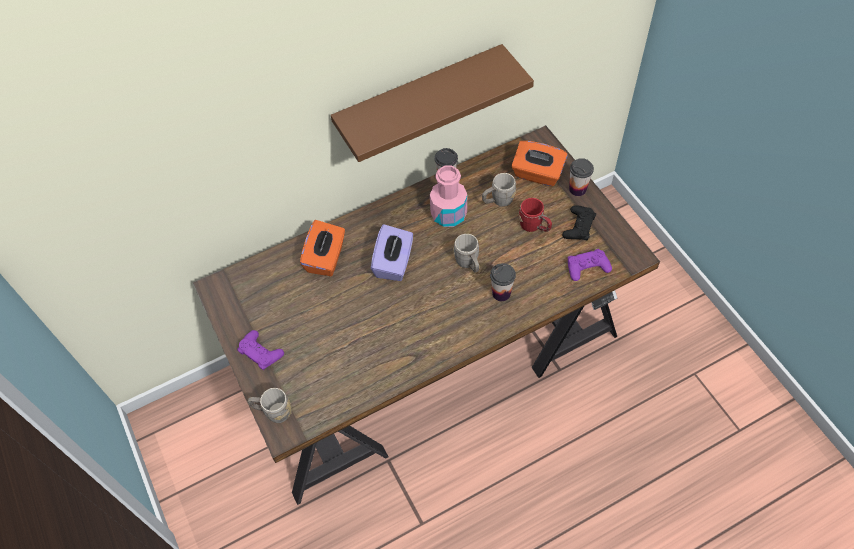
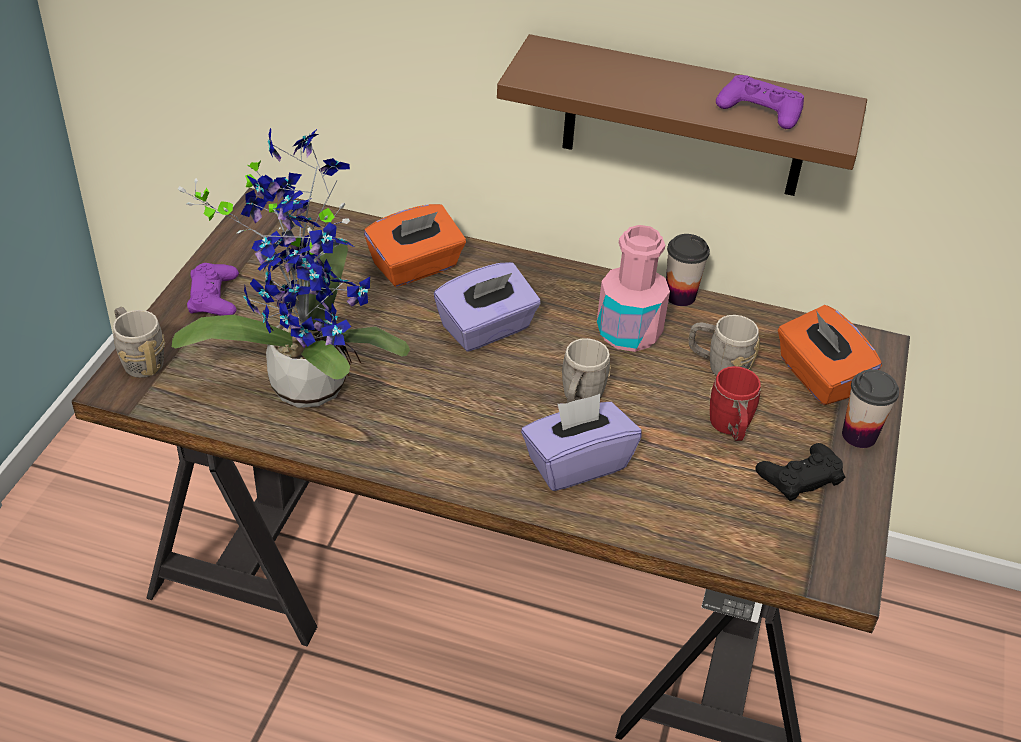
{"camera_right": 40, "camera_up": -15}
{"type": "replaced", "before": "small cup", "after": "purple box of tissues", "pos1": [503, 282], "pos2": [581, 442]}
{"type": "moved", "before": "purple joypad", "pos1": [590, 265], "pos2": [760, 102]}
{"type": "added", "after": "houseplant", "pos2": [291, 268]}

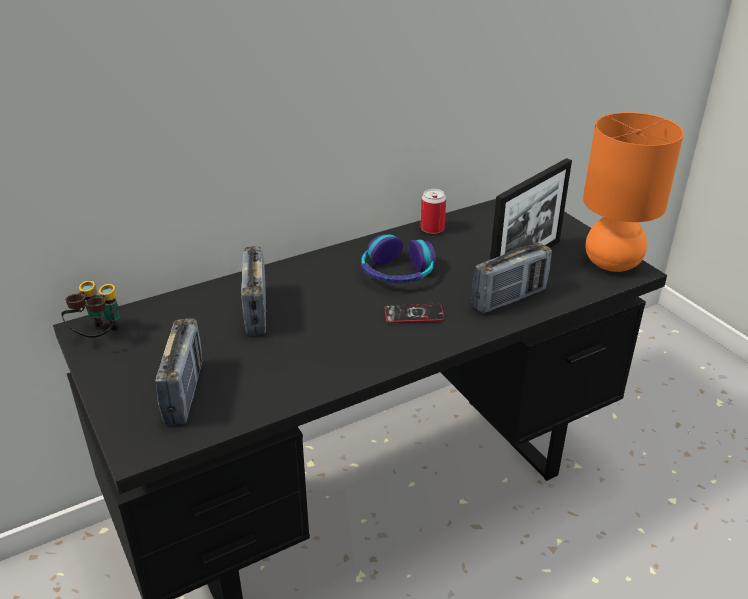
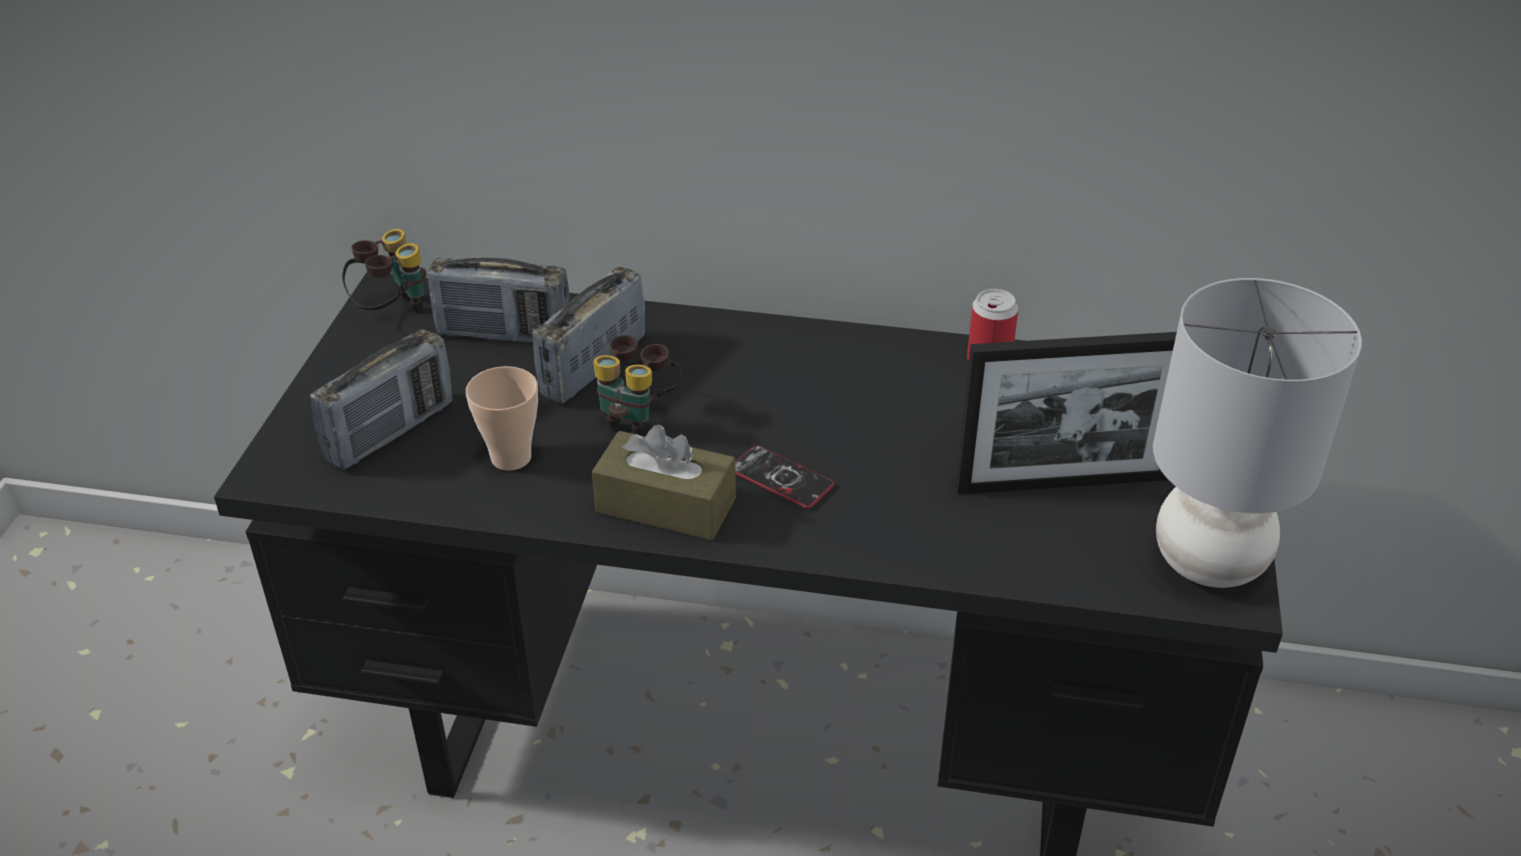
{"camera_right": 40, "camera_up": 5}
{"type": "removed", "before": "headset", "pos1": [398, 258]}
{"type": "moved", "before": "radio", "pos1": [512, 278], "pos2": [498, 300]}
{"type": "recoloured", "before": "orangey lamp for a table", "after": "greyish lamp for a table", "pos1": [633, 192], "pos2": [1257, 433]}
{"type": "added", "after": "small cup", "pos2": [502, 418]}
{"type": "added", "after": "brownish box of tissues", "pos2": [664, 482]}
{"type": "added", "after": "pair of binoculars", "pos2": [637, 385]}

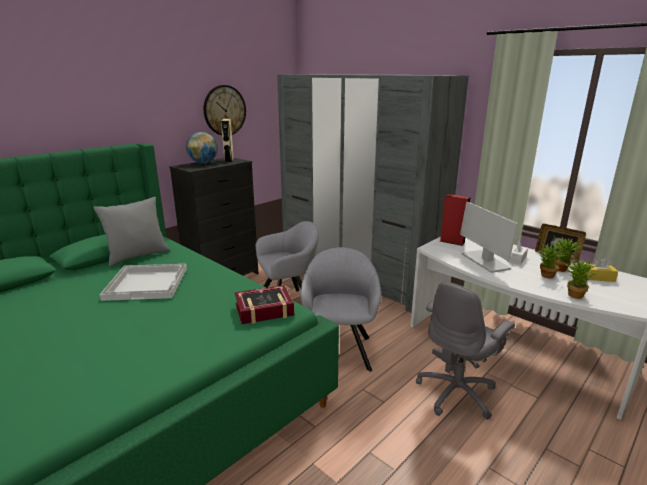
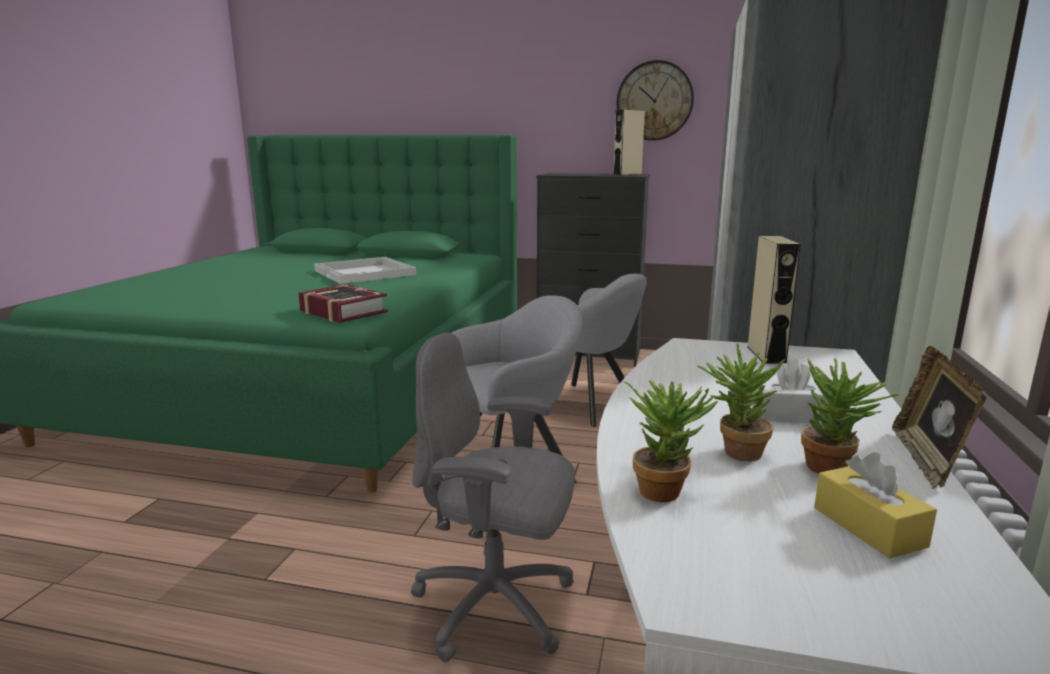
{"camera_right": 60, "camera_up": -5}
{"type": "removed", "before": "greyish cushion", "pos1": [132, 231]}
{"type": "removed", "before": "desk globe", "pos1": [202, 147]}
{"type": "recoloured", "before": "reddish speaker", "after": "beige speaker", "pos1": [455, 220], "pos2": [774, 300]}
{"type": "removed", "before": "computer screen", "pos1": [489, 237]}

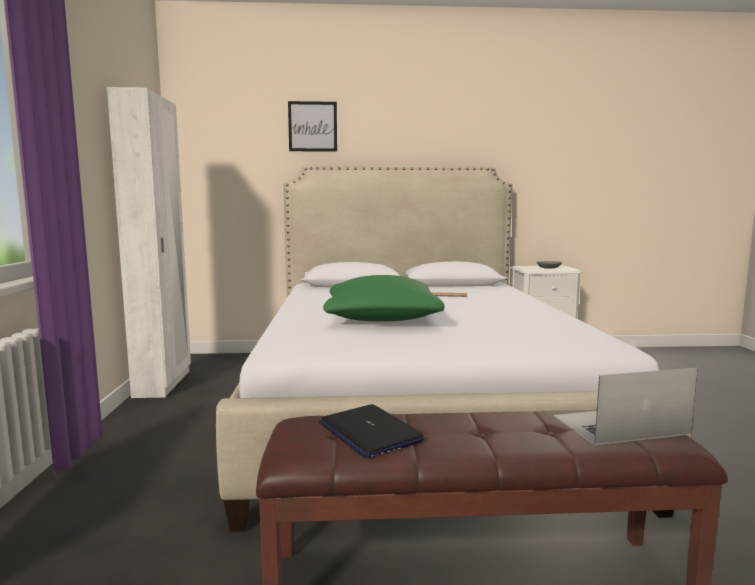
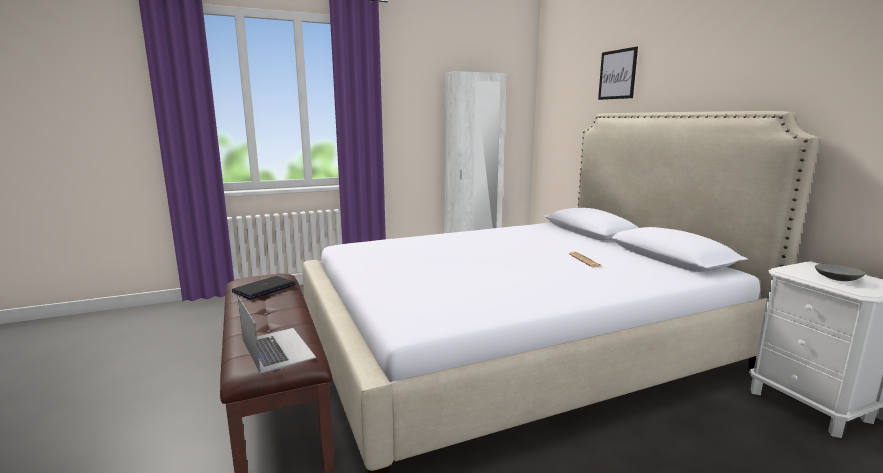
{"camera_right": 70, "camera_up": 5}
{"type": "removed", "before": "greenish cushion", "pos1": [384, 298]}

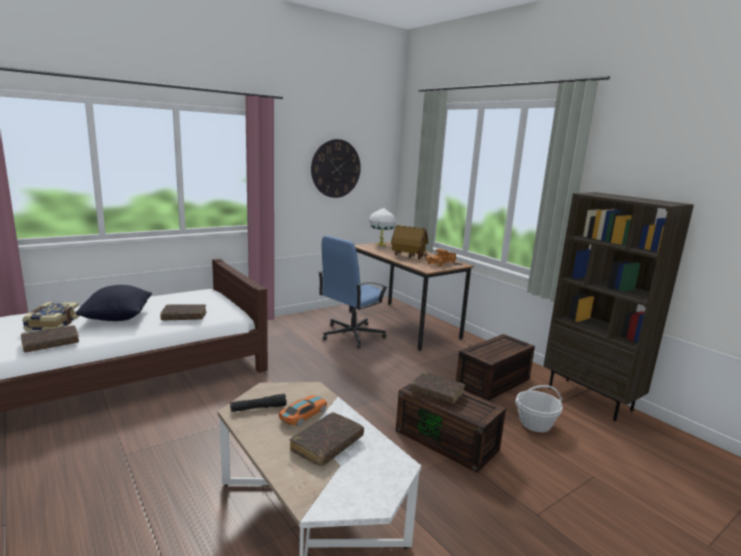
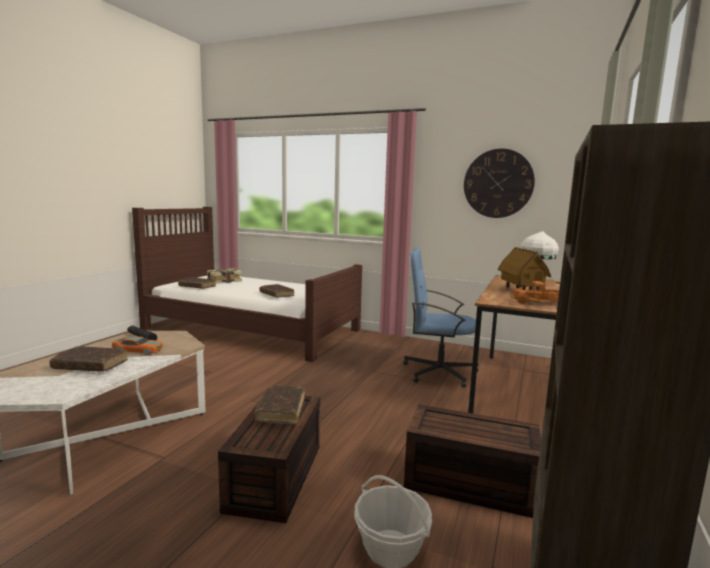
{"camera_right": 60, "camera_up": -5}
{"type": "removed", "before": "black cushion", "pos1": [113, 303]}

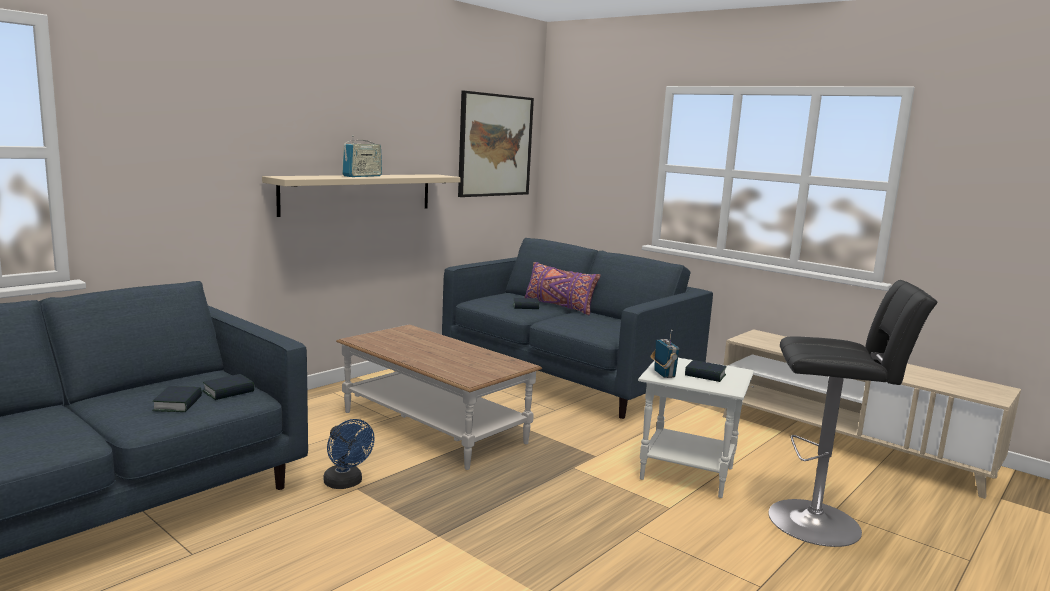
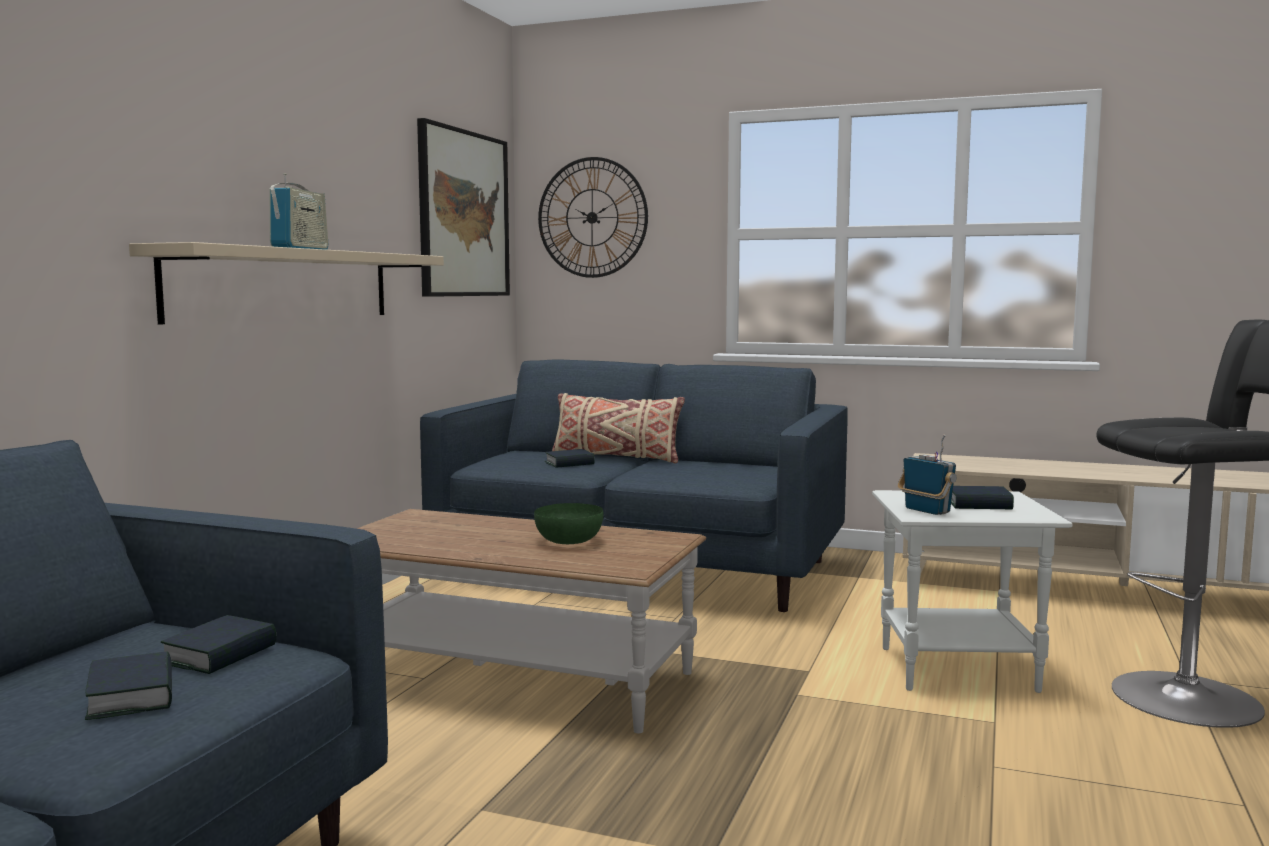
{"camera_right": -20, "camera_up": -5}
{"type": "removed", "before": "blue-coloured cooling fan", "pos1": [349, 454]}
{"type": "recoloured", "before": "purple cushion", "after": "beige cushion", "pos1": [563, 288], "pos2": [618, 428]}
{"type": "added", "after": "greenish serving bowl", "pos2": [569, 523]}
{"type": "added", "after": "hanging clock", "pos2": [593, 217]}

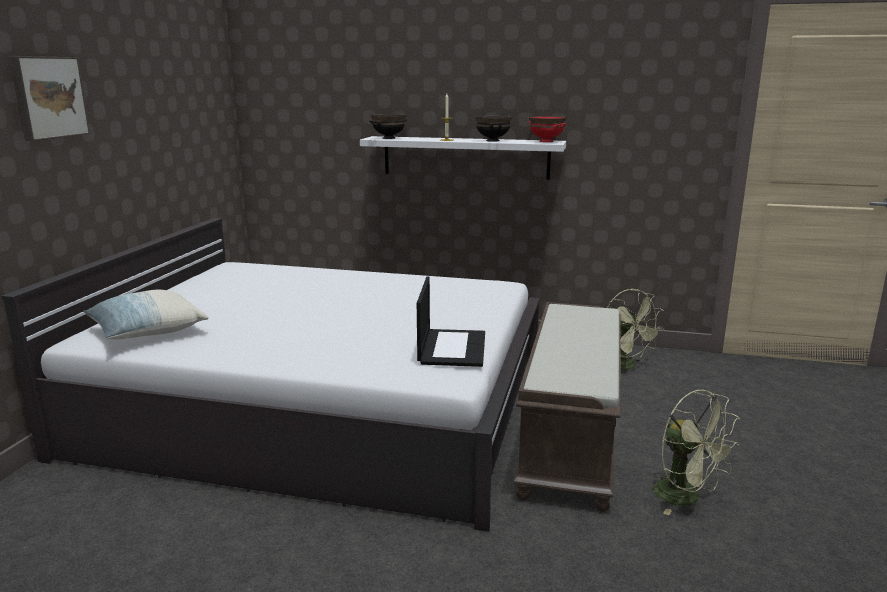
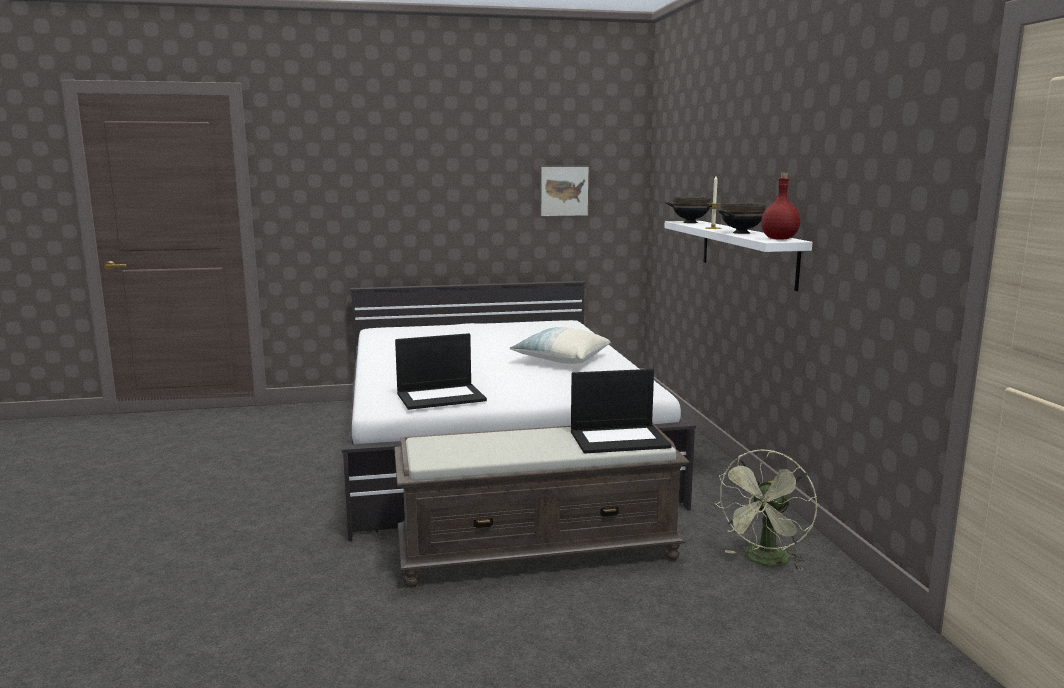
{"camera_right": 65, "camera_up": -5}
{"type": "moved", "before": "wall art", "pos1": [49, 98], "pos2": [564, 191]}
{"type": "moved", "before": "cushion", "pos1": [146, 315], "pos2": [560, 345]}
{"type": "replaced", "before": "reddish serving bowl", "after": "reddish bottle", "pos1": [547, 129], "pos2": [780, 206]}
{"type": "removed", "before": "greenish cooling fan", "pos1": [696, 452]}
{"type": "added", "after": "laptop", "pos2": [621, 411]}

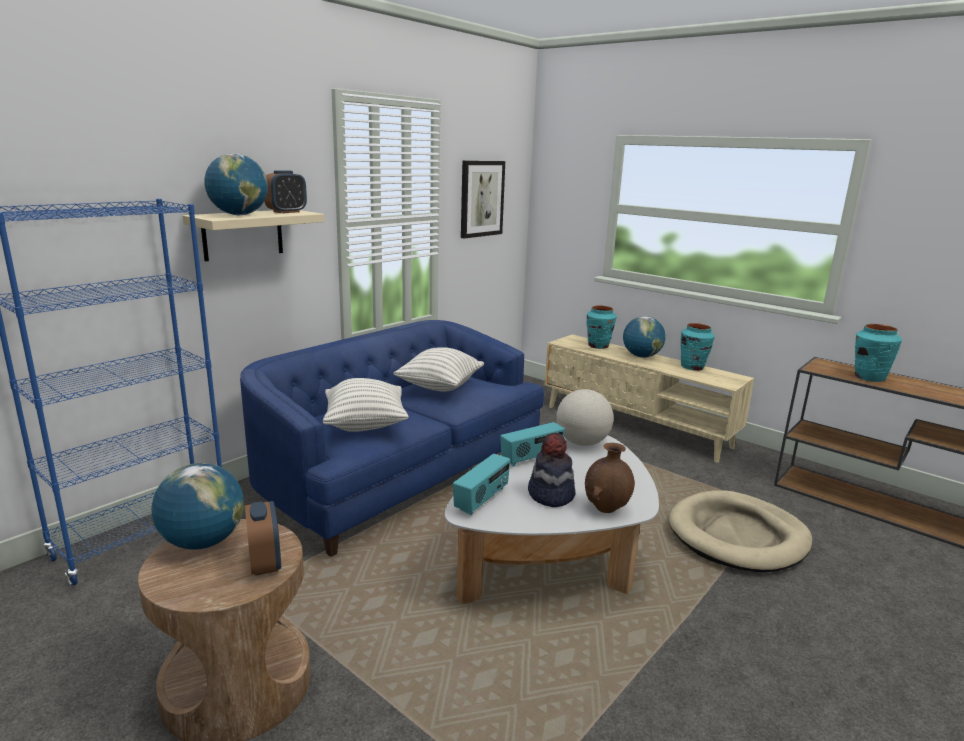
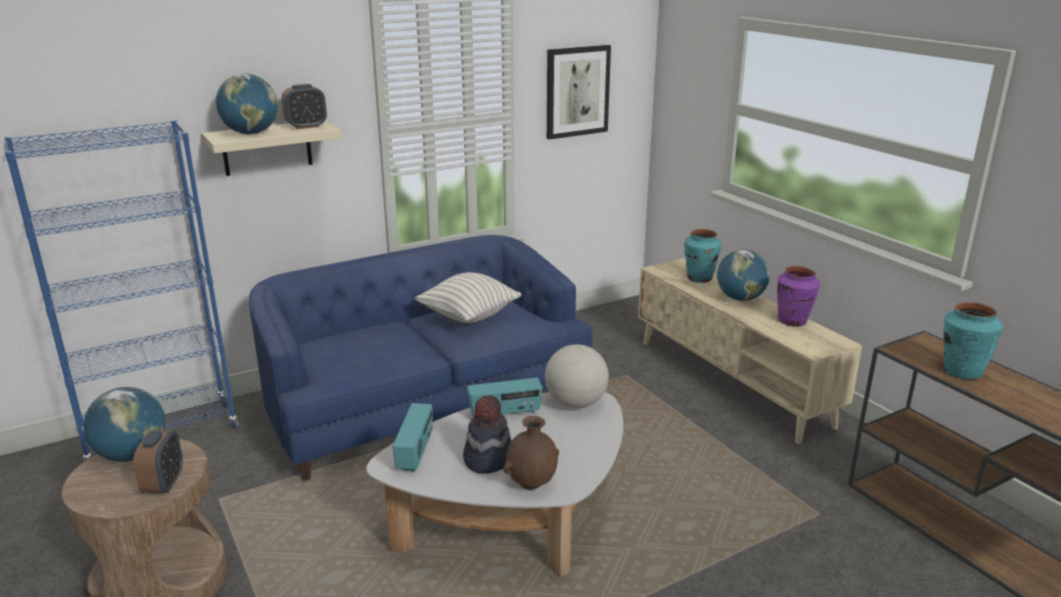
{"camera_right": 20, "camera_up": 5}
{"type": "removed", "before": "cushion", "pos1": [365, 405]}
{"type": "turned", "before": "radio", "pos1": [481, 484], "pos2": [413, 437], "turn": -45}
{"type": "removed", "before": "beige dog cushion", "pos1": [741, 531]}
{"type": "recoloured", "before": "turquoise-coloured flower vase", "after": "purple flower vase", "pos1": [698, 347], "pos2": [798, 296]}

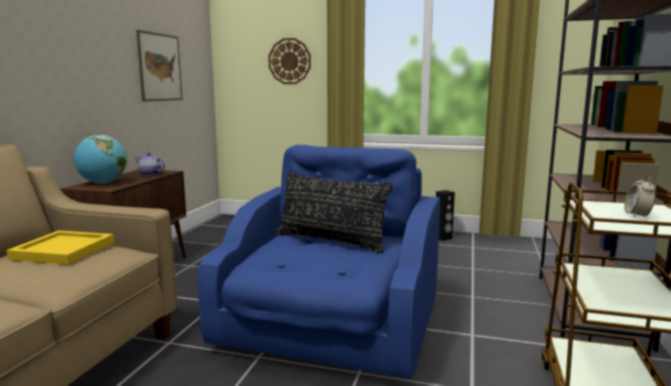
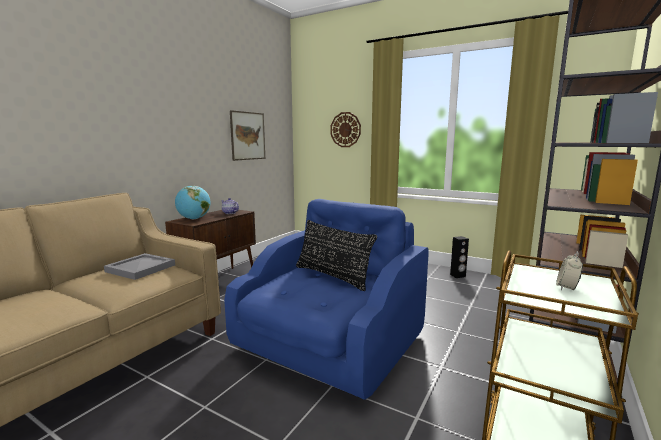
{"camera_right": 15, "camera_up": 0}
{"type": "recoloured", "before": "yellow-coloured tray", "after": "greyish tray", "pos1": [60, 248], "pos2": [139, 266]}

